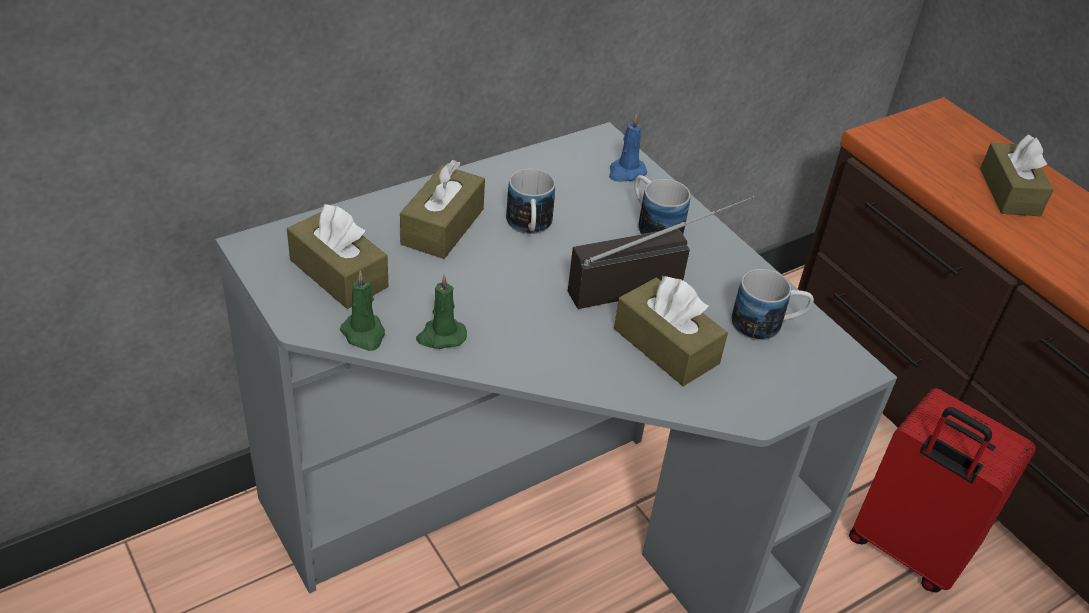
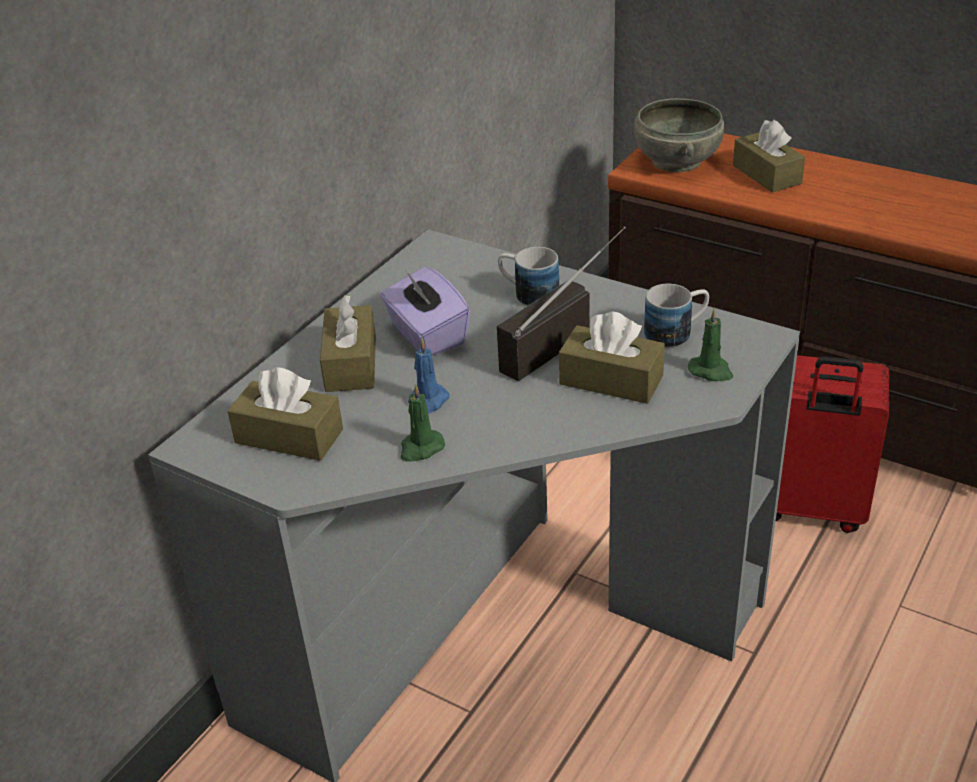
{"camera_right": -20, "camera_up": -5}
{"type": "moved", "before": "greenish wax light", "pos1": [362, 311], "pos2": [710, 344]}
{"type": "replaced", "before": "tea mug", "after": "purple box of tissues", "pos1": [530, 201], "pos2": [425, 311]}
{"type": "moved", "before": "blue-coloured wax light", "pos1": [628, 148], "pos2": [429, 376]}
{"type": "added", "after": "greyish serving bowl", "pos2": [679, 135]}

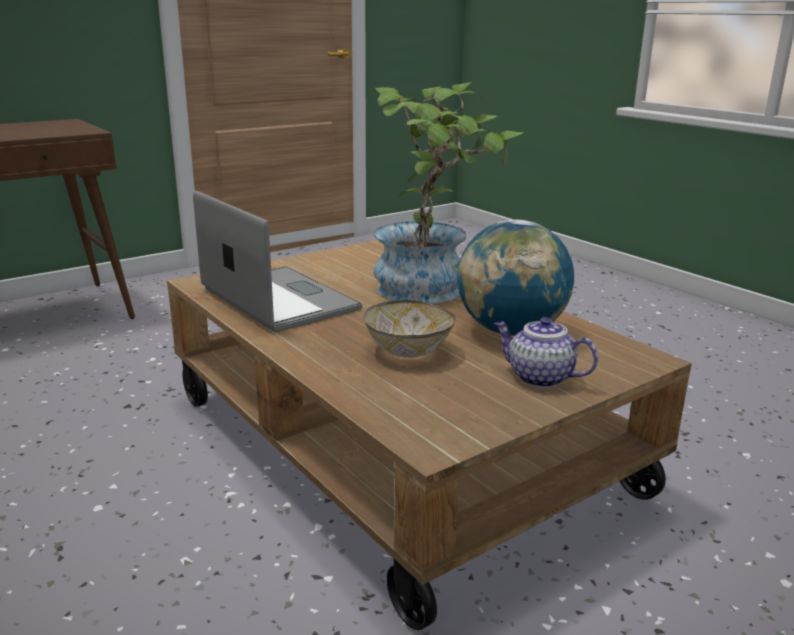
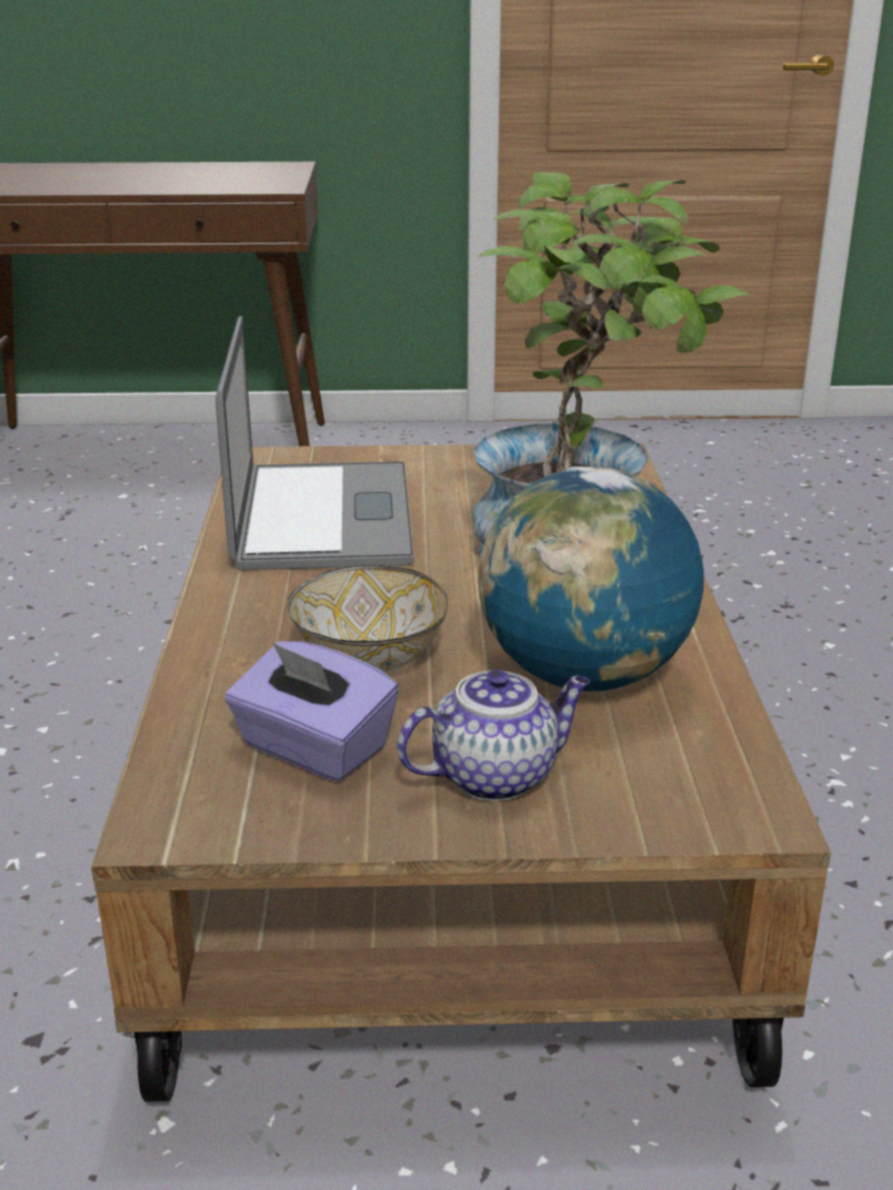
{"camera_right": 35, "camera_up": 5}
{"type": "turned", "before": "tea pot", "pos1": [546, 352], "pos2": [493, 735], "turn": 90}
{"type": "added", "after": "purple box of tissues", "pos2": [312, 711]}

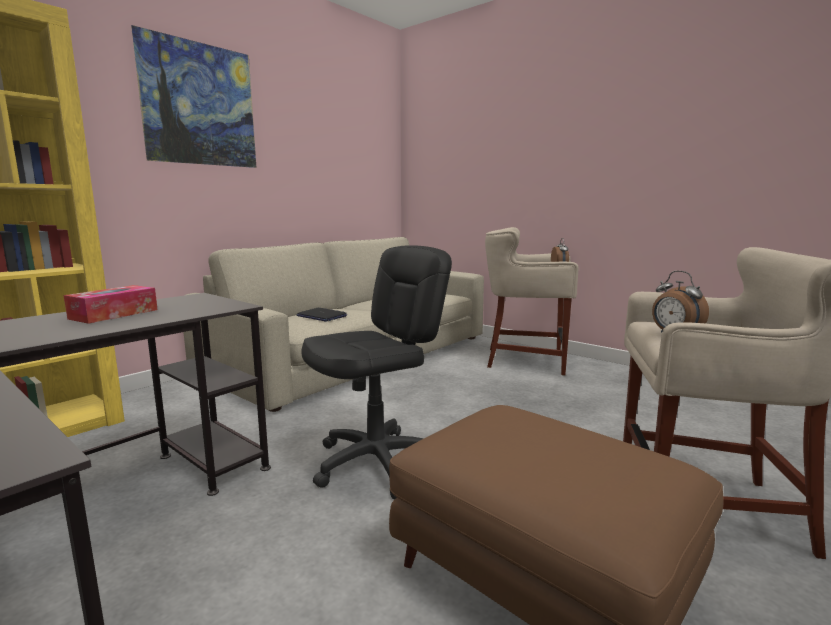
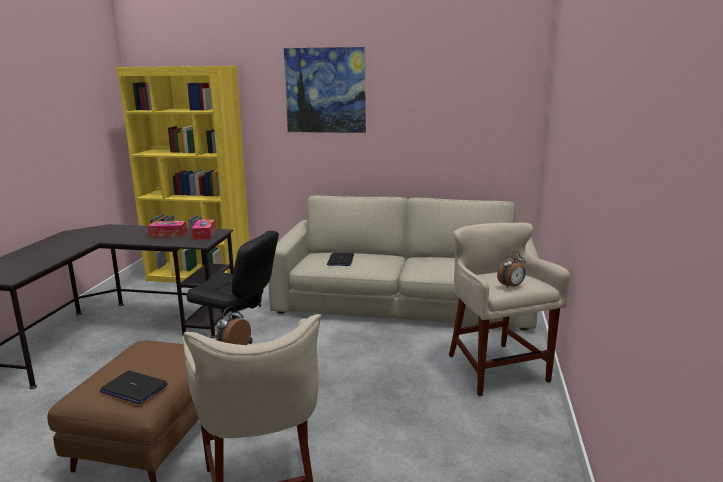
{"camera_right": 60, "camera_up": 5}
{"type": "added", "after": "laptop", "pos2": [134, 387]}
{"type": "added", "after": "box of tissues", "pos2": [203, 229]}

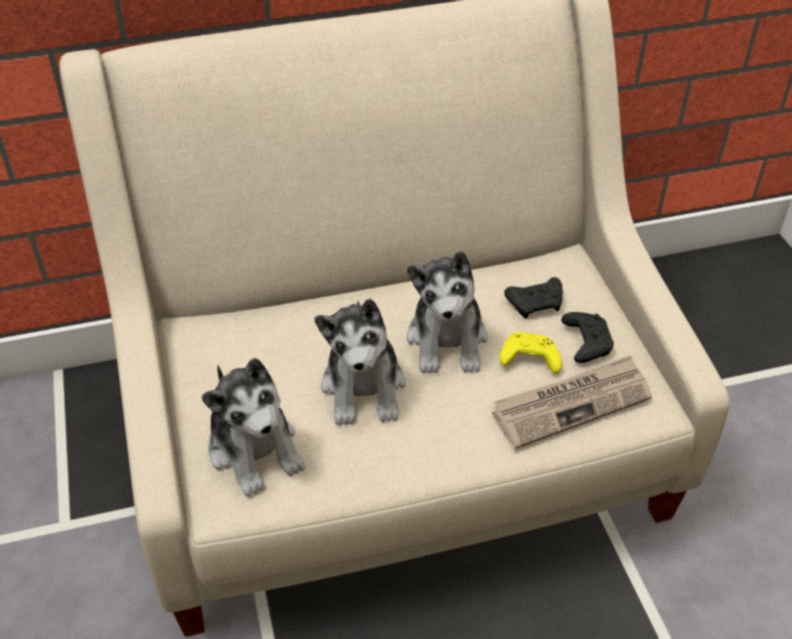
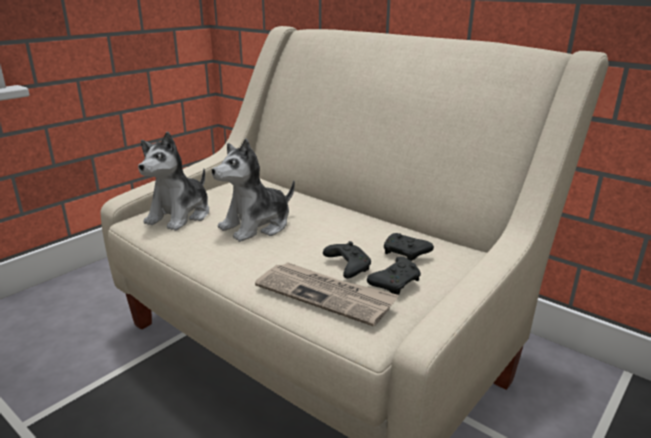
{"camera_right": 55, "camera_up": -20}
{"type": "removed", "before": "plush toy", "pos1": [447, 312]}
{"type": "recoloured", "before": "yellow-coloured joypad", "after": "black joypad", "pos1": [530, 353], "pos2": [347, 260]}

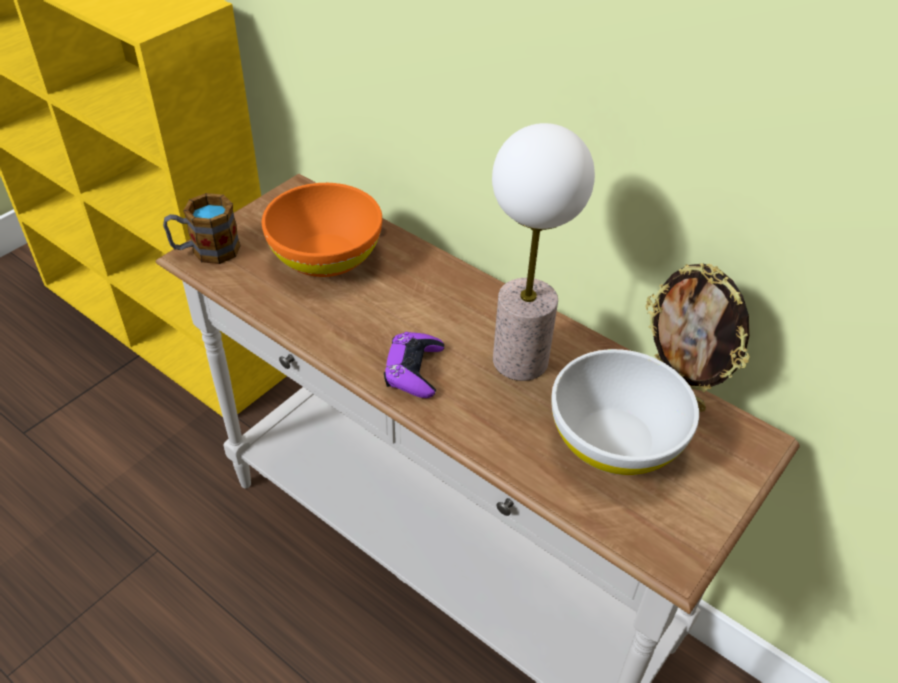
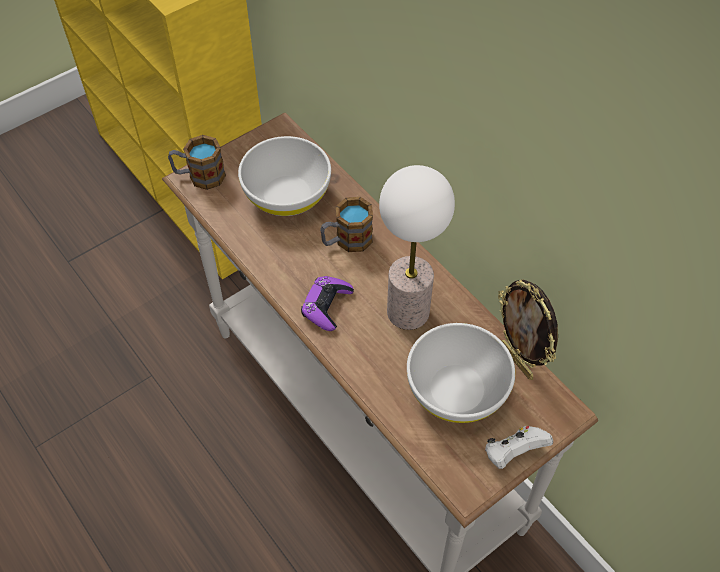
{"camera_right": 15, "camera_up": 10}
{"type": "recoloured", "before": "orangey serving bowl", "after": "white-coloured serving bowl", "pos1": [322, 230], "pos2": [284, 176]}
{"type": "added", "after": "tea mug", "pos2": [346, 224]}
{"type": "added", "after": "white-coloured joypad", "pos2": [519, 447]}

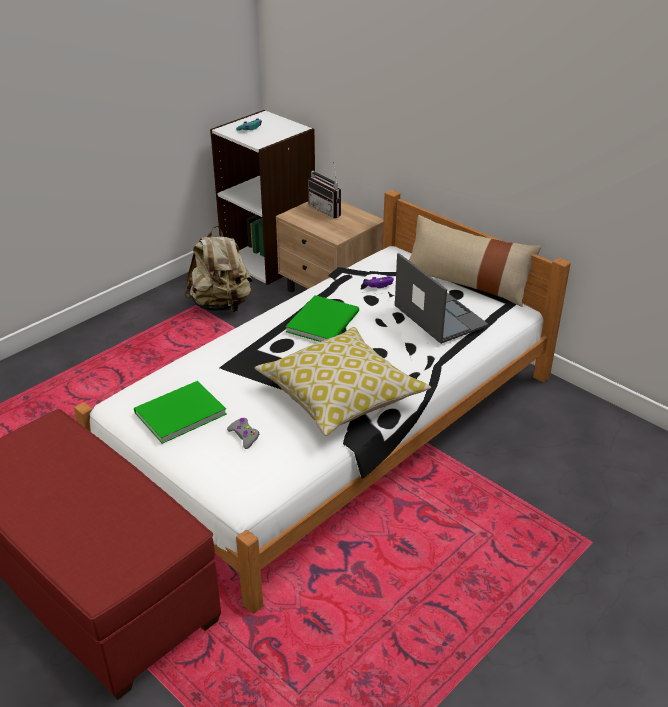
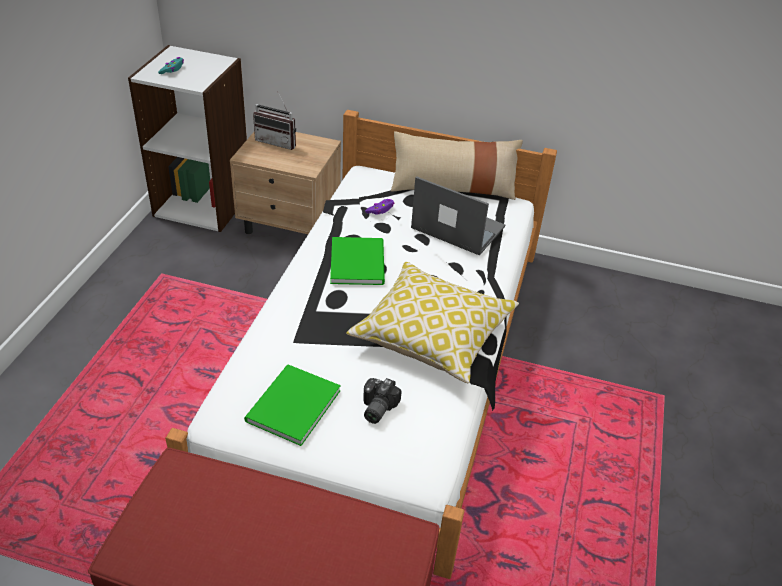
{"camera_right": -30, "camera_up": 5}
{"type": "removed", "before": "beige knapsack", "pos1": [218, 269]}
{"type": "replaced", "before": "greyish joypad", "after": "photo camera", "pos1": [243, 433], "pos2": [382, 401]}

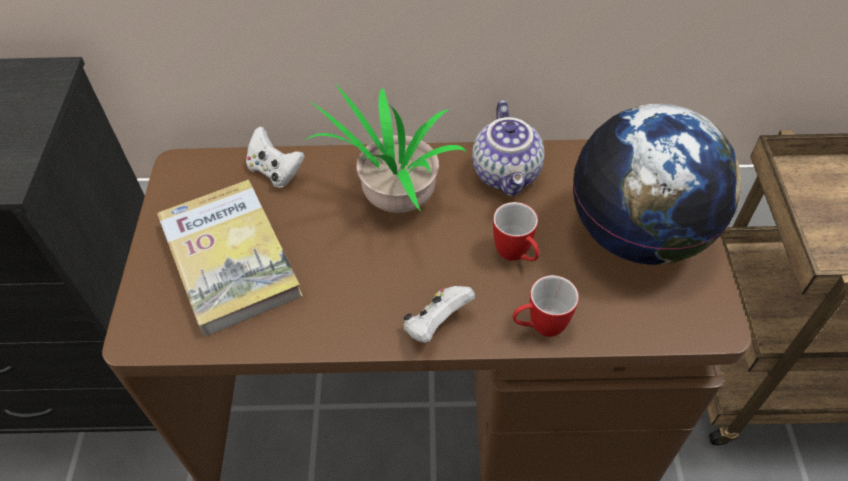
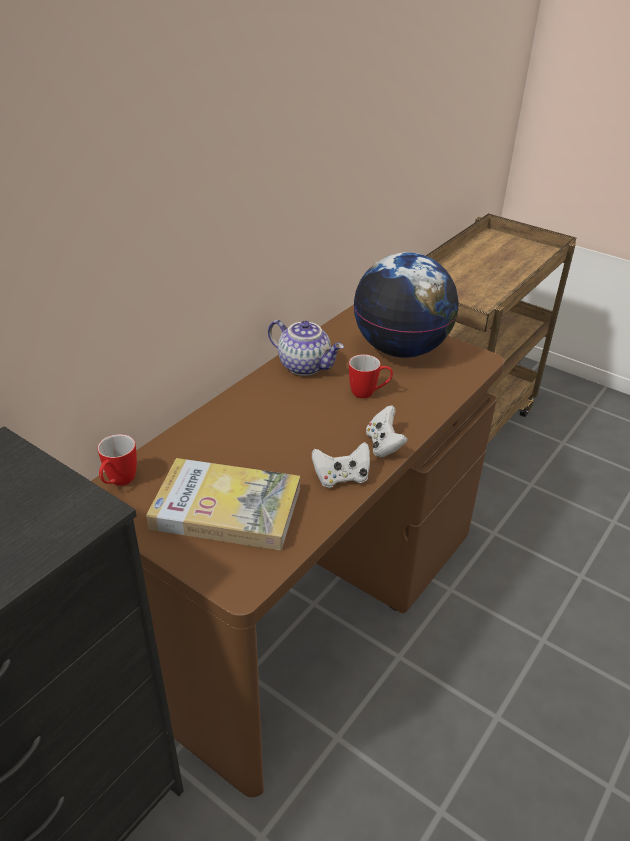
{"camera_right": -55, "camera_up": -15}
{"type": "moved", "before": "white-coloured joypad", "pos1": [275, 157], "pos2": [341, 465]}
{"type": "removed", "before": "houseplant", "pos1": [386, 147]}
{"type": "moved", "before": "tea mug", "pos1": [545, 306], "pos2": [117, 460]}

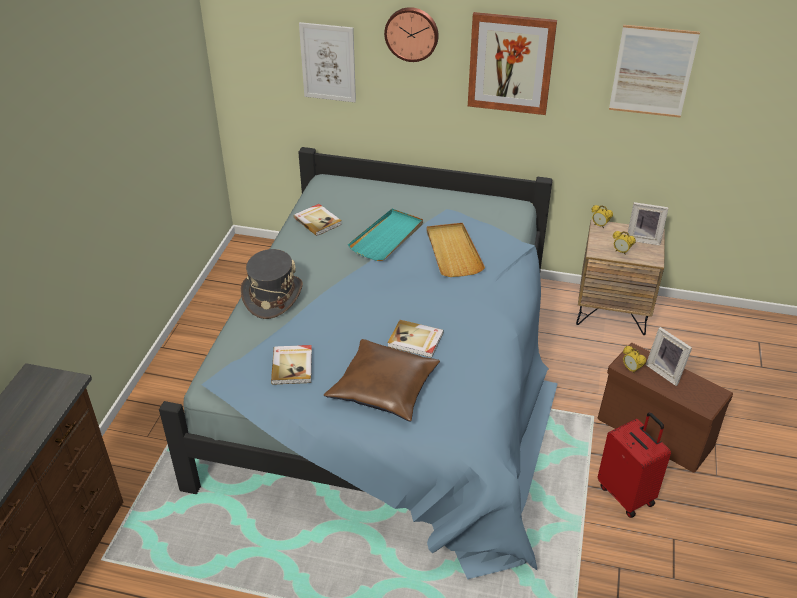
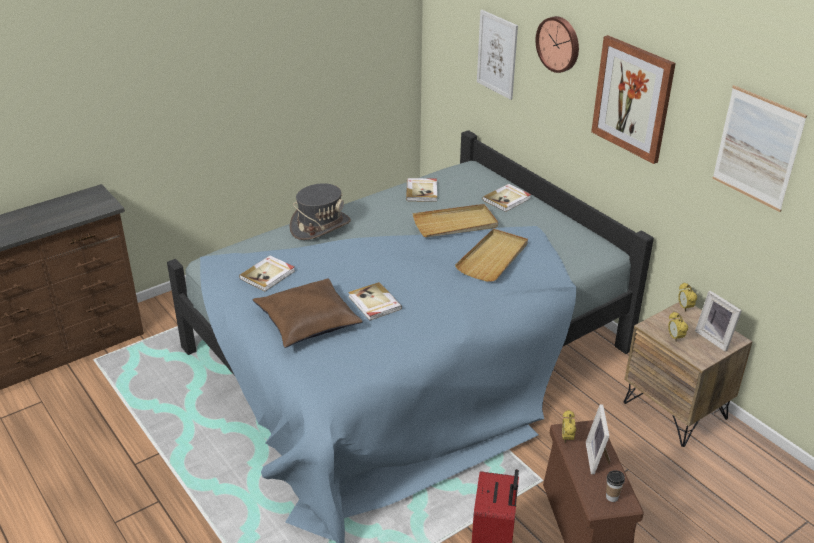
{"camera_right": 40, "camera_up": -5}
{"type": "recoloured", "before": "turquoise-coloured tray", "after": "beige tray", "pos1": [385, 235], "pos2": [455, 221]}
{"type": "added", "after": "bound book", "pos2": [507, 198]}
{"type": "added", "after": "small cup", "pos2": [615, 486]}

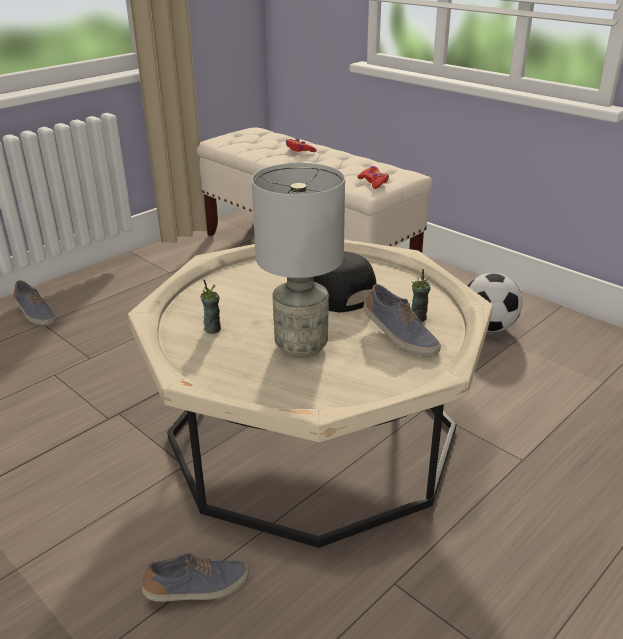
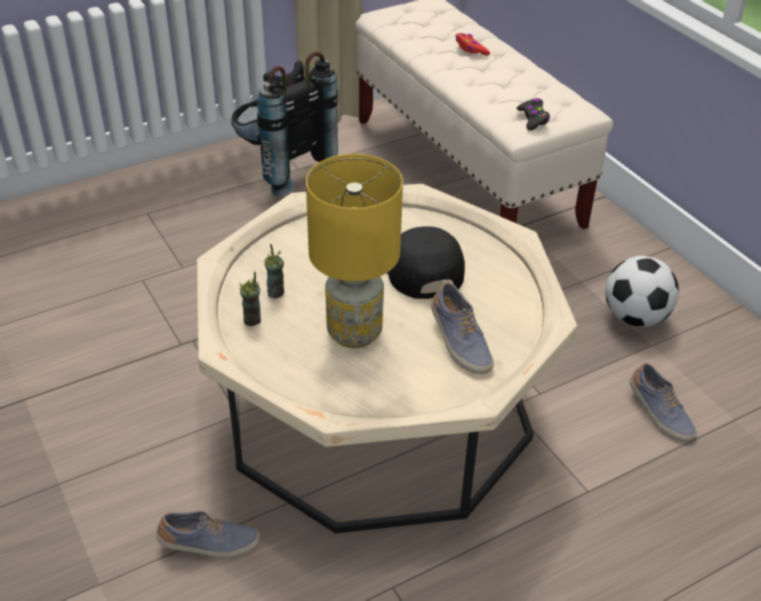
{"camera_right": 15, "camera_up": 10}
{"type": "moved", "before": "shoe", "pos1": [34, 302], "pos2": [663, 402]}
{"type": "recoloured", "before": "greyish lamp for a table", "after": "yellow-coloured lamp for a table", "pos1": [298, 260], "pos2": [354, 251]}
{"type": "recoloured", "before": "reddish joypad", "after": "black joypad", "pos1": [373, 177], "pos2": [533, 114]}
{"type": "moved", "before": "small cup", "pos1": [421, 295], "pos2": [250, 299]}
{"type": "added", "after": "black knapsack", "pos2": [284, 124]}

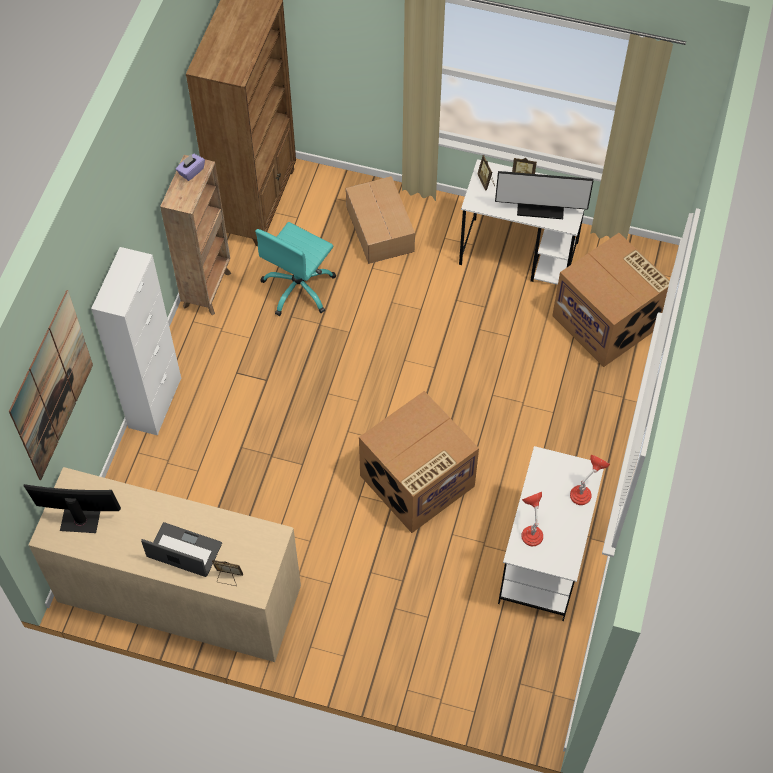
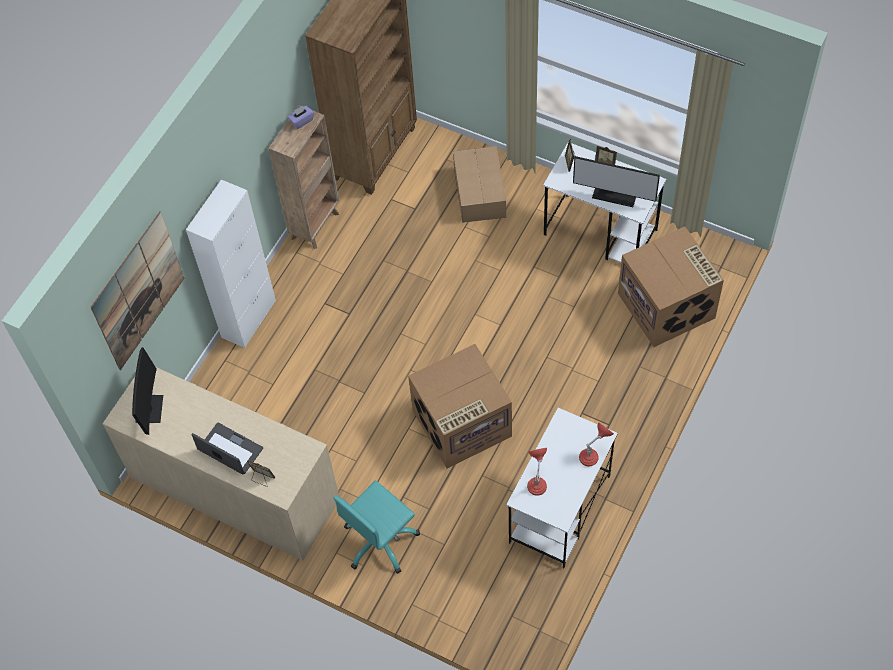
{"camera_right": 15, "camera_up": 0}
{"type": "turned", "before": "computer screen", "pos1": [72, 508], "pos2": [147, 391], "turn": 75}
{"type": "moved", "before": "turquoise-coloured computer chair", "pos1": [295, 269], "pos2": [376, 527]}

